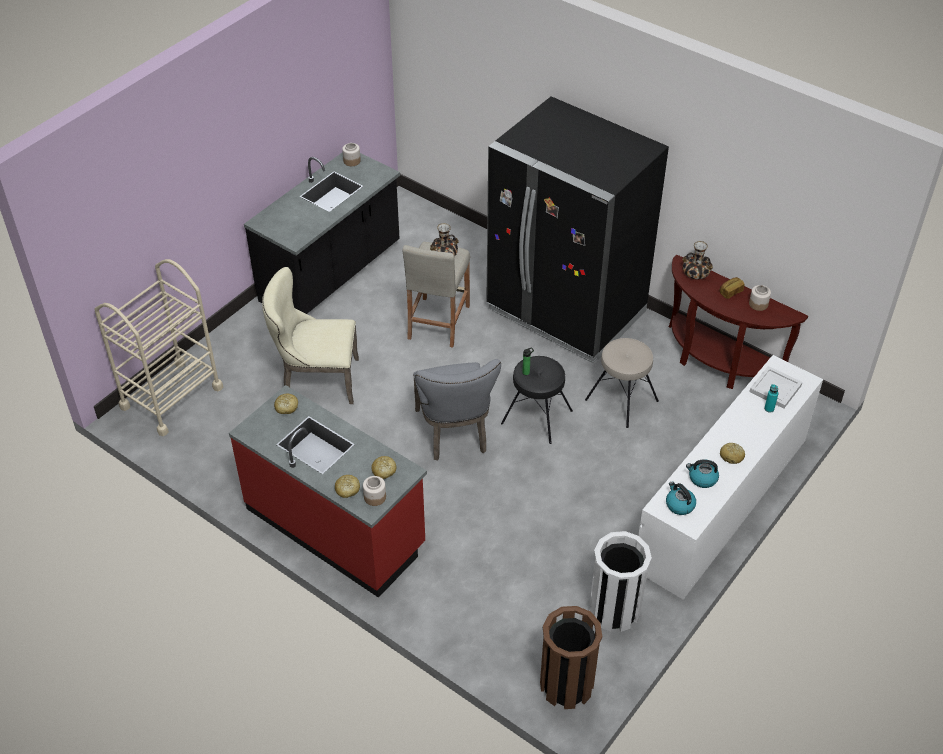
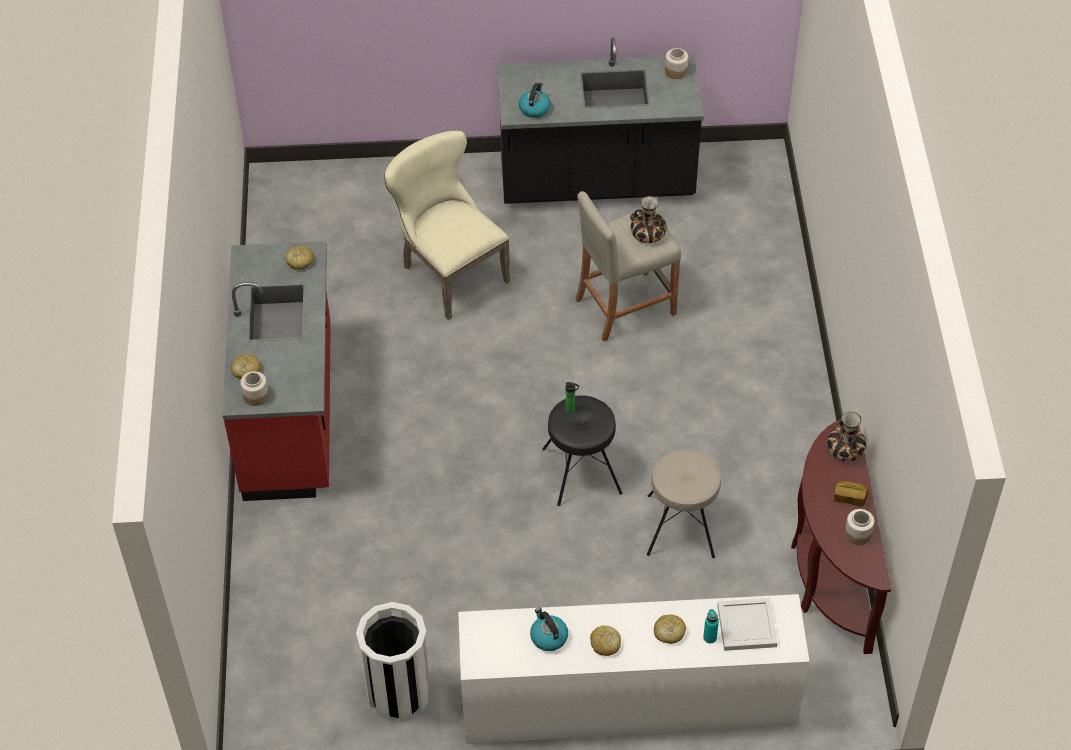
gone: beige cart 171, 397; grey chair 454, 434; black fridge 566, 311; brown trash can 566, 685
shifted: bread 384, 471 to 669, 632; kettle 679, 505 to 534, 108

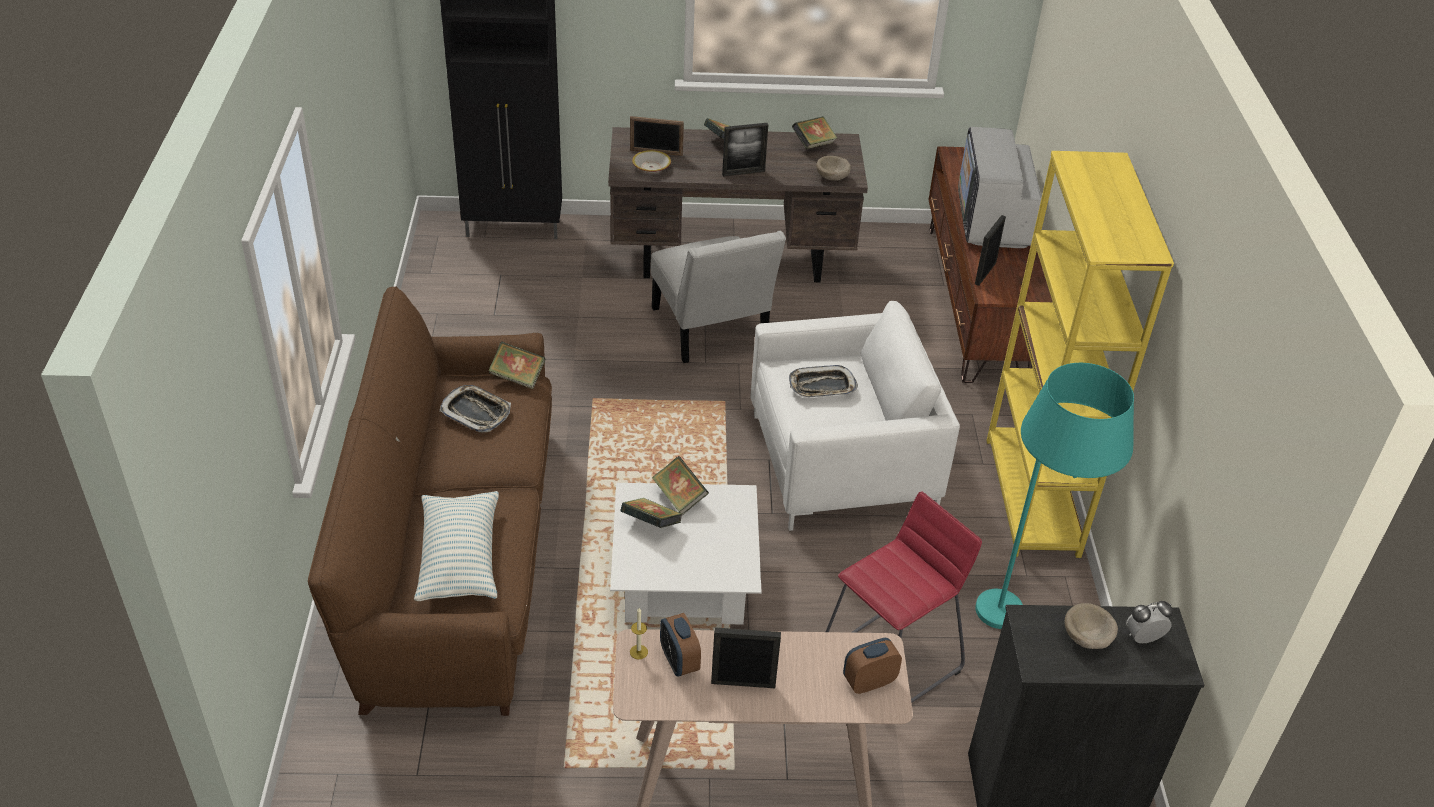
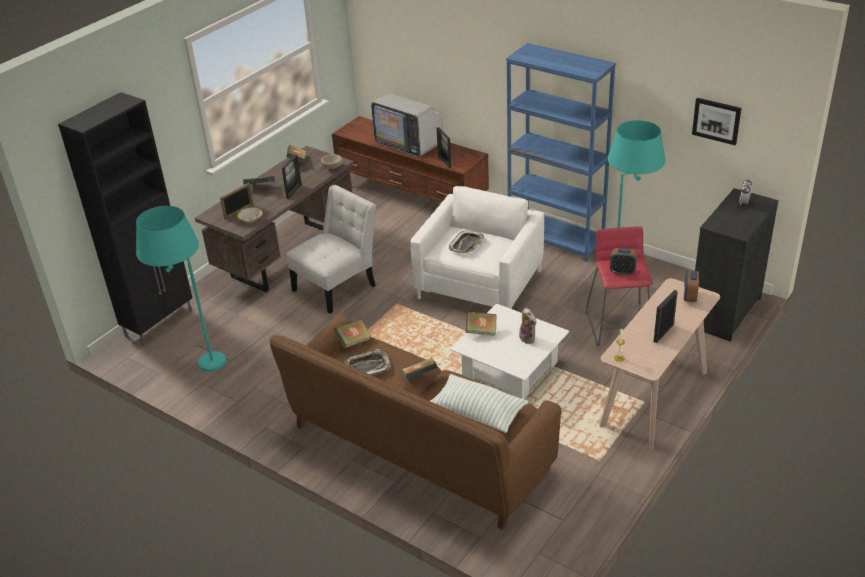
gone: beige bowl 1086, 639
new: turquoise floor lamp 197, 367; plush toy 528, 338; picture 716, 120
shifted: book 651, 524 to 420, 377; alarm clock 679, 661 to 622, 271
repainted: yellow bookcase 1032, 497 to blue bookcase 556, 239
rotated: white chair 711, 331 = 338, 286 60 degrees counterclockwise

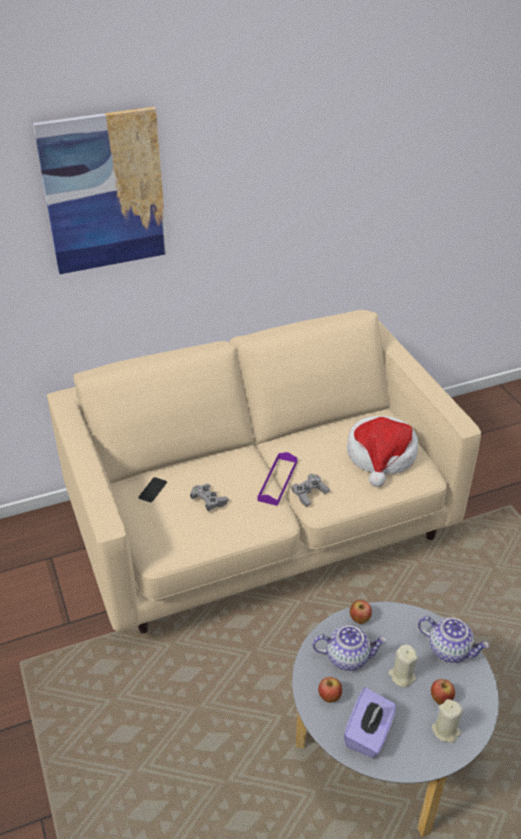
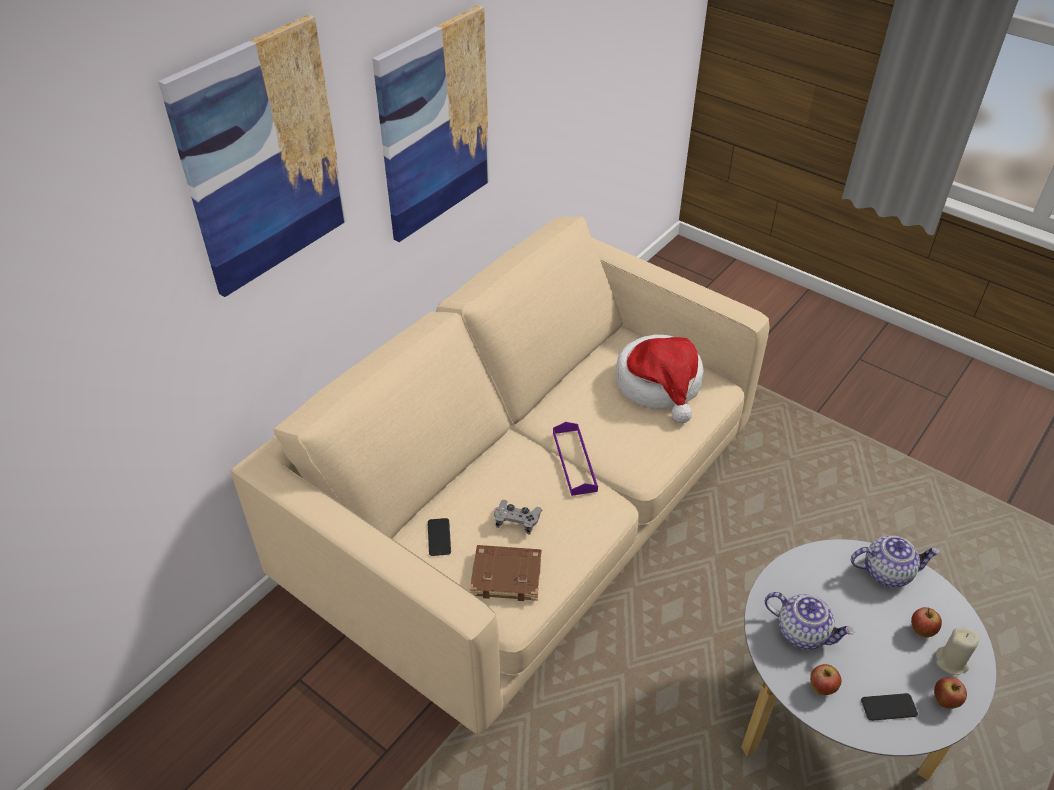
gone: grey game controller 309, 494; beige candle 402, 676
new: picture 434, 125; brown book 507, 575
shifted: apple 359, 619 to 945, 701
swapped: purple tissue box 368, 734 to phone 888, 707
rotated: teapot 347, 657 = 803, 632 60 degrees clockwise

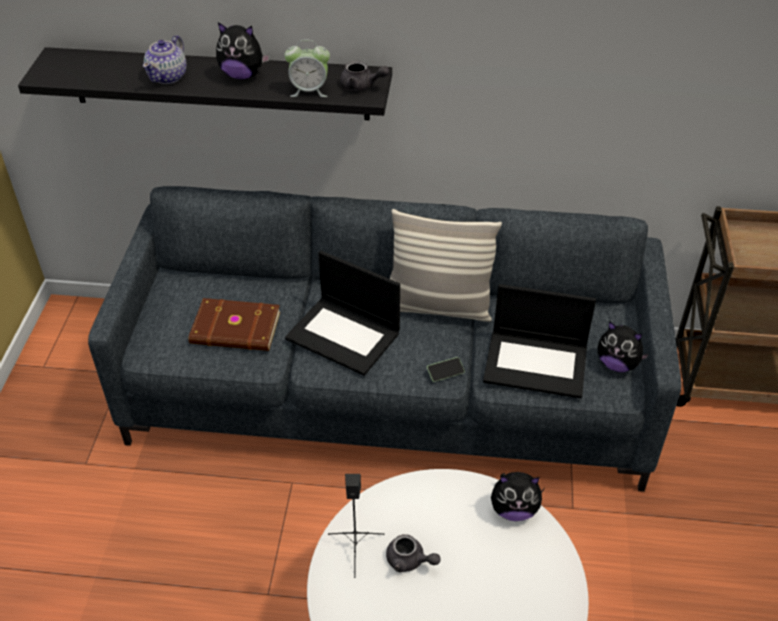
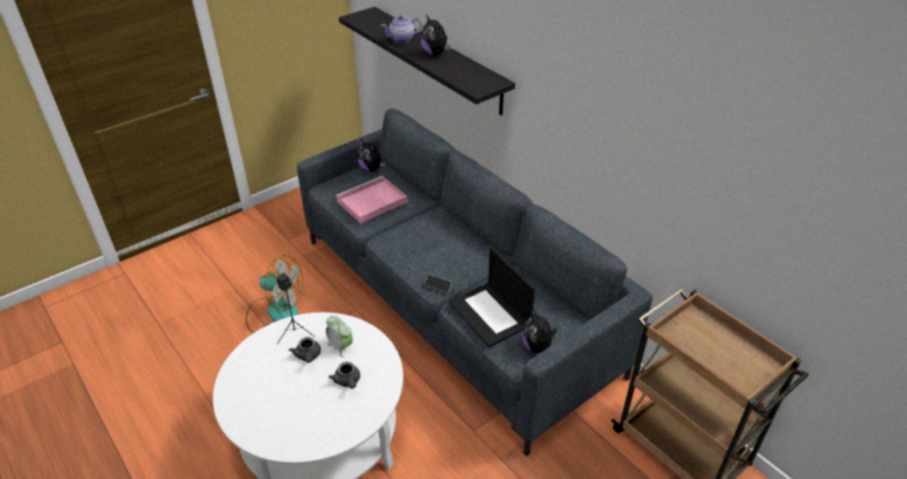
gone: laptop 344, 335; pillow 438, 307
new: fan 275, 312
shifted: alarm clock 309, 91 to 340, 346; grey teapot 361, 86 to 348, 382; plush toy 514, 509 to 371, 169
swapped: brown book 236, 329 to pink tray 371, 202

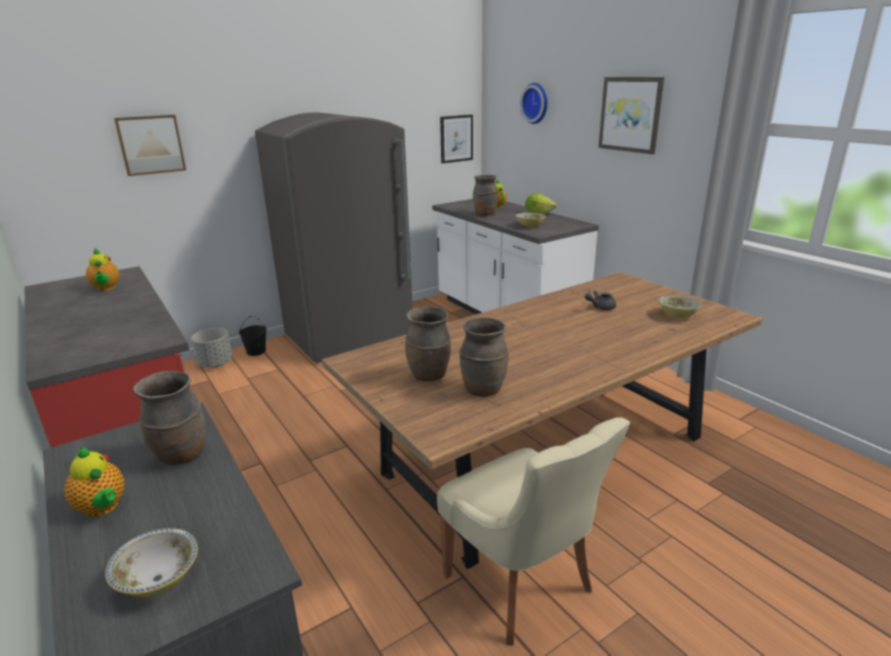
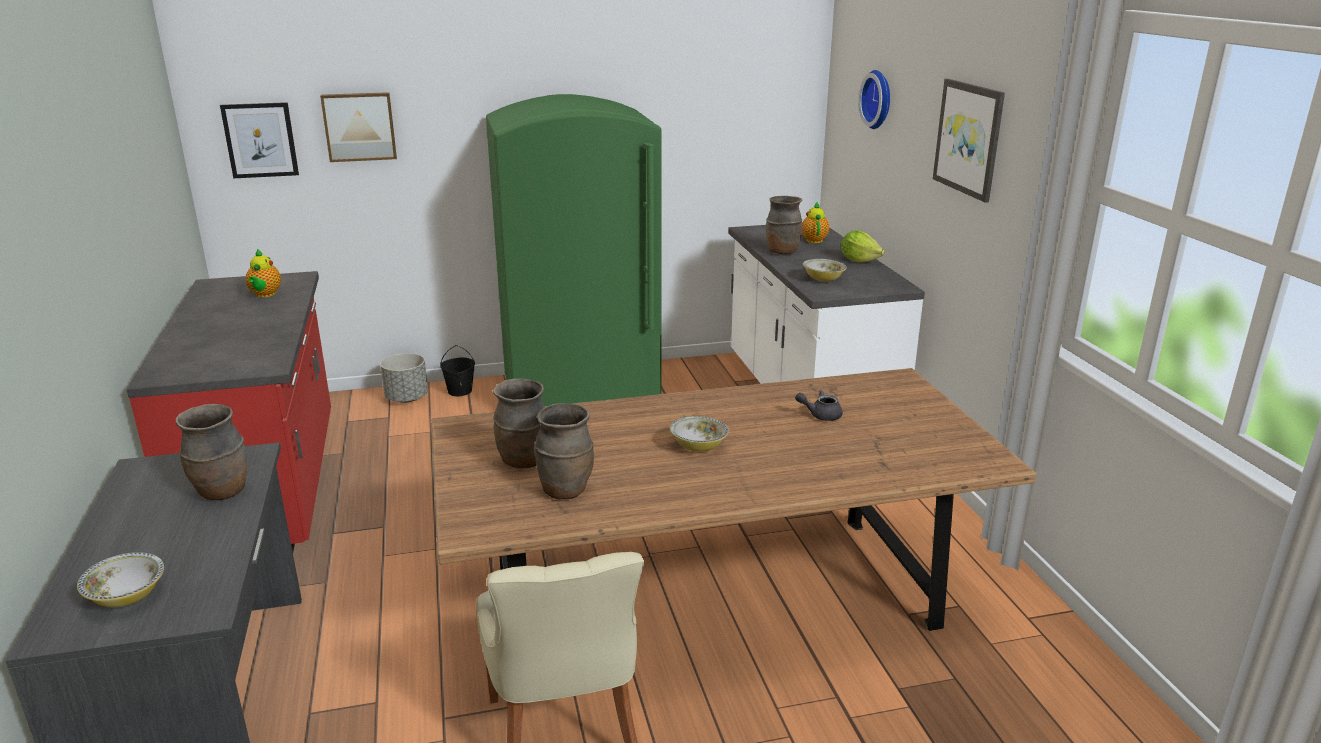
gone: teapot 103, 508
shifted: picture 456, 138 to 260, 140; bowl 677, 315 to 698, 446
repainted: grey fridge 350, 336 to green fridge 582, 392

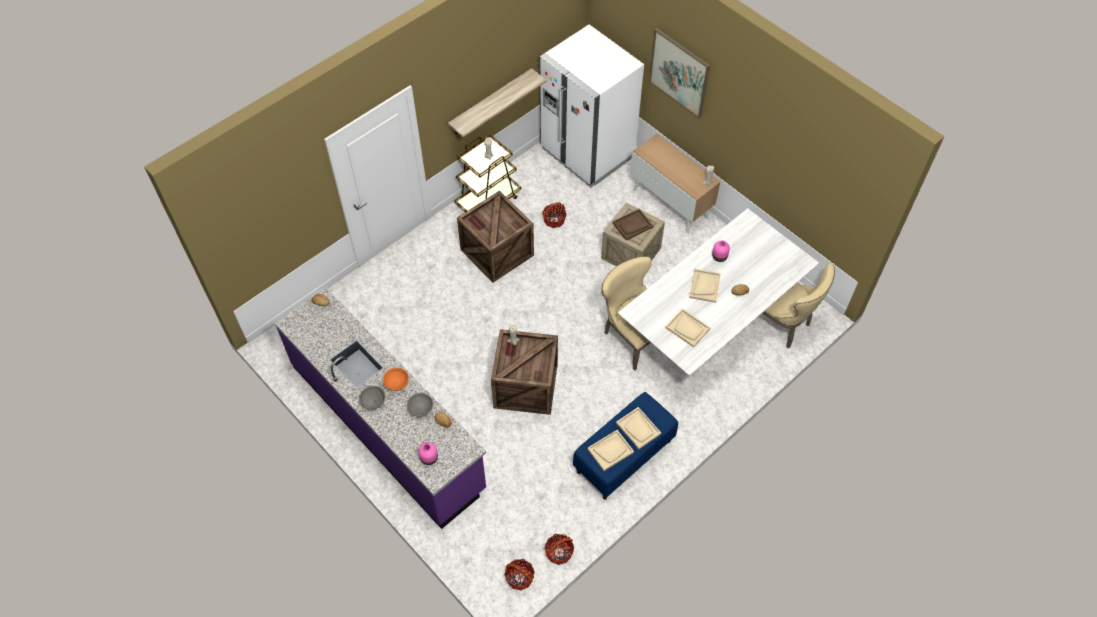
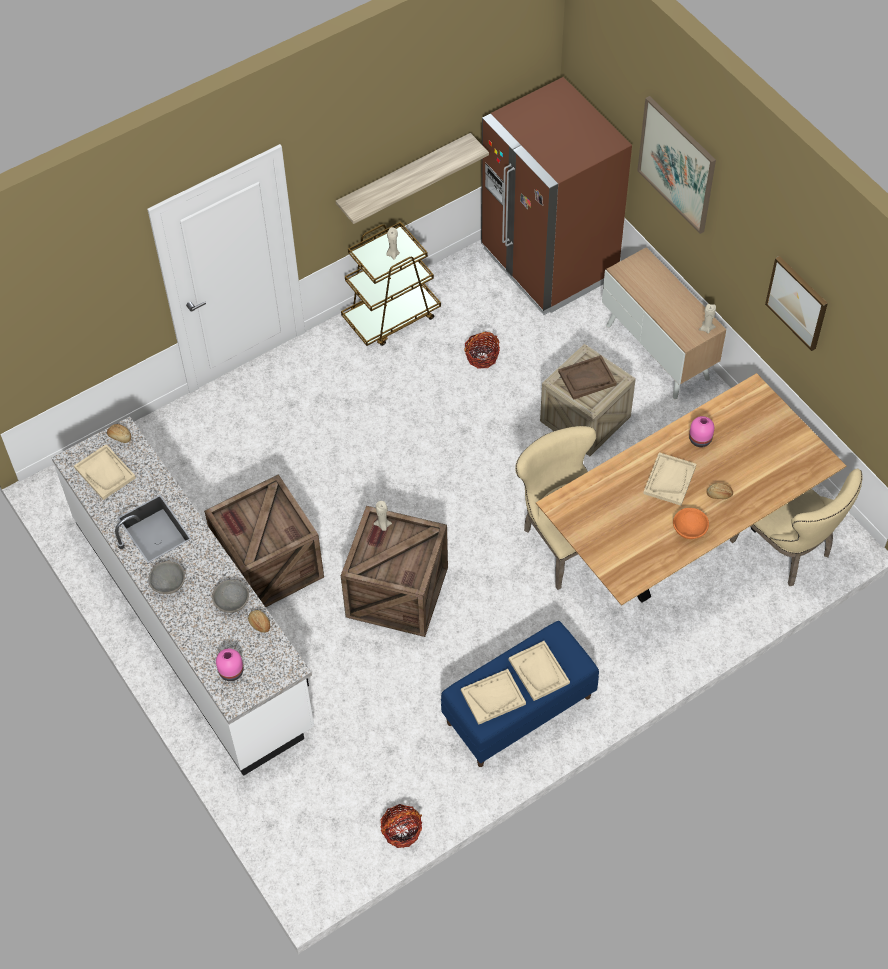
gone: basket 519, 577
new: picture 797, 302
shifted: orange bowl 397, 383 to 690, 529; crate 496, 252 to 267, 565; beige tray 687, 328 to 105, 473
repainted: purple counter 387, 426 to white counter 193, 623; white fridge 587, 153 to brown fridge 549, 263; white dining table 710, 327 to brown dining table 681, 540

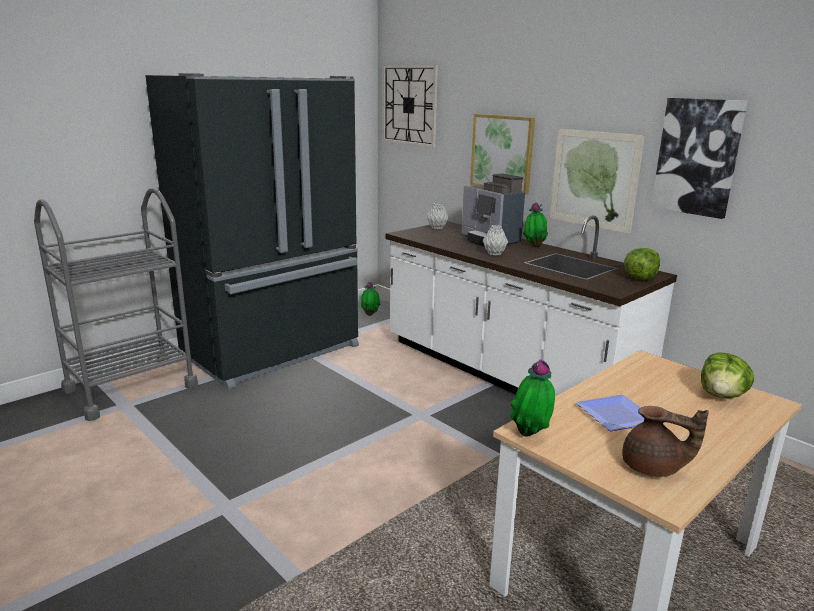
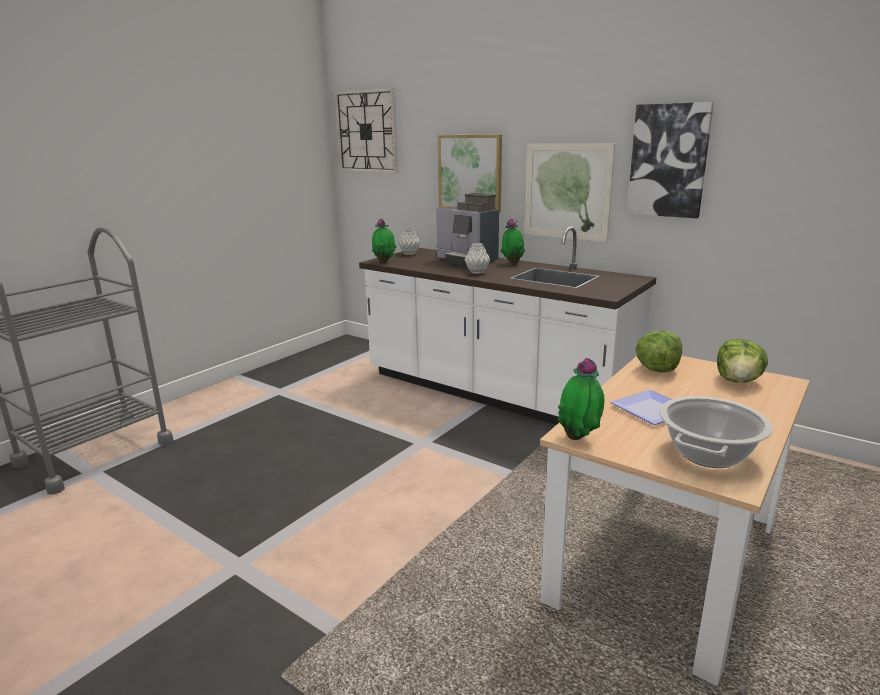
gone: black fridge 274, 352
shifted: potted plant 370, 314 to 384, 261; lettuce 639, 278 to 657, 369
swapped: brown teapot 653, 468 to cooking pot 709, 454

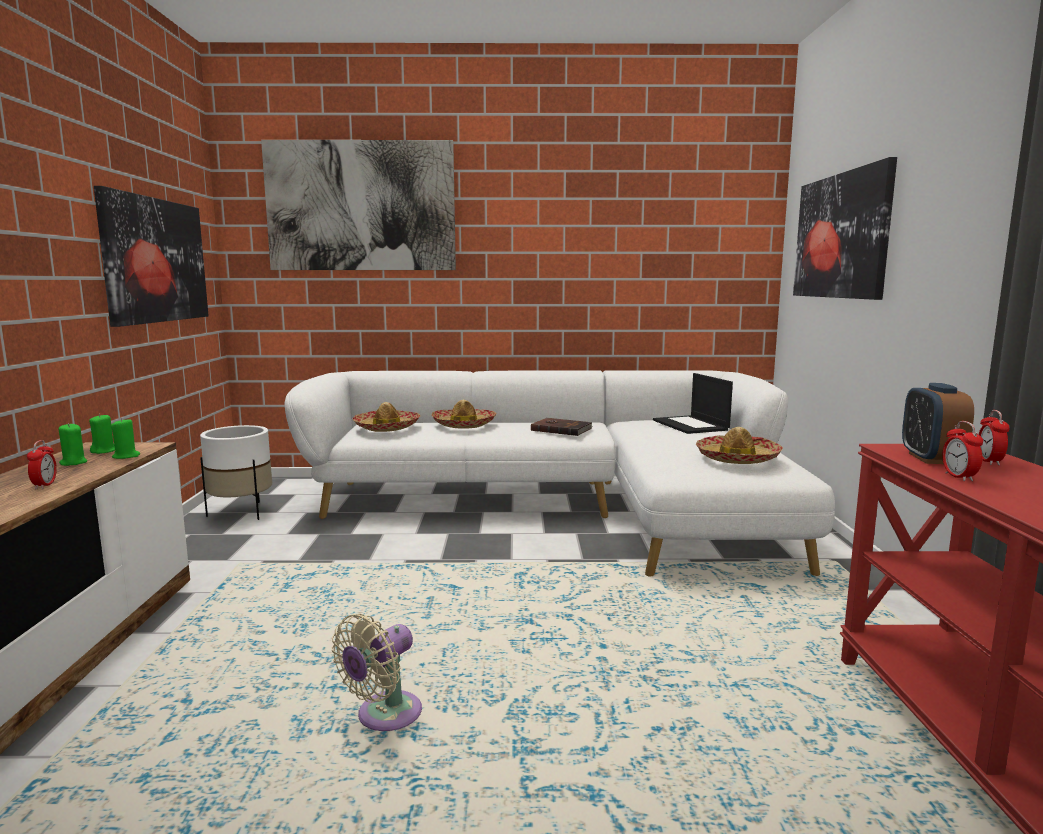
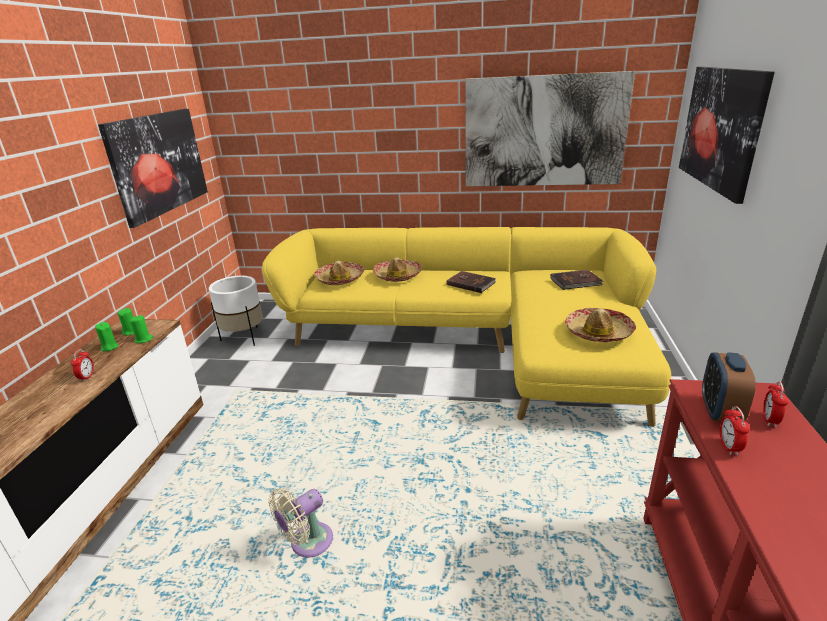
shifted: picture 361, 206 to 544, 131
swapped: laptop 691, 425 to brown book 576, 282
repainted: white sofa 568, 508 to yellow sofa 476, 340

